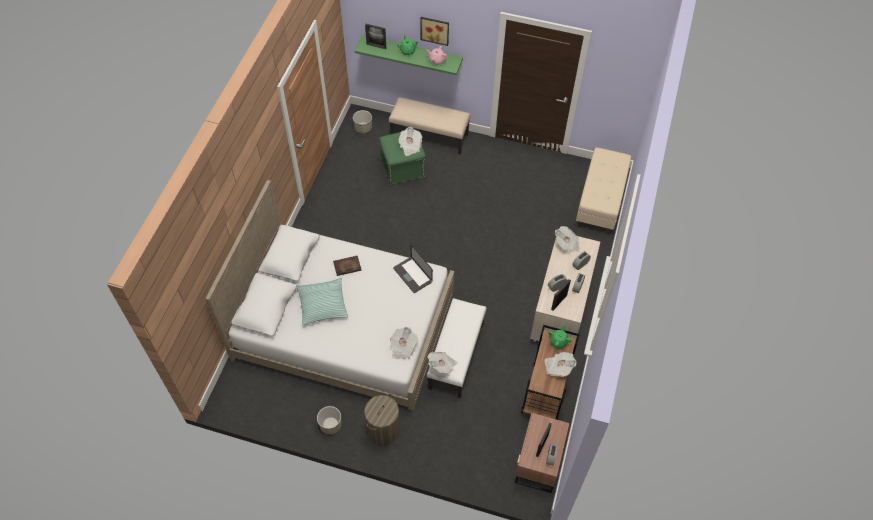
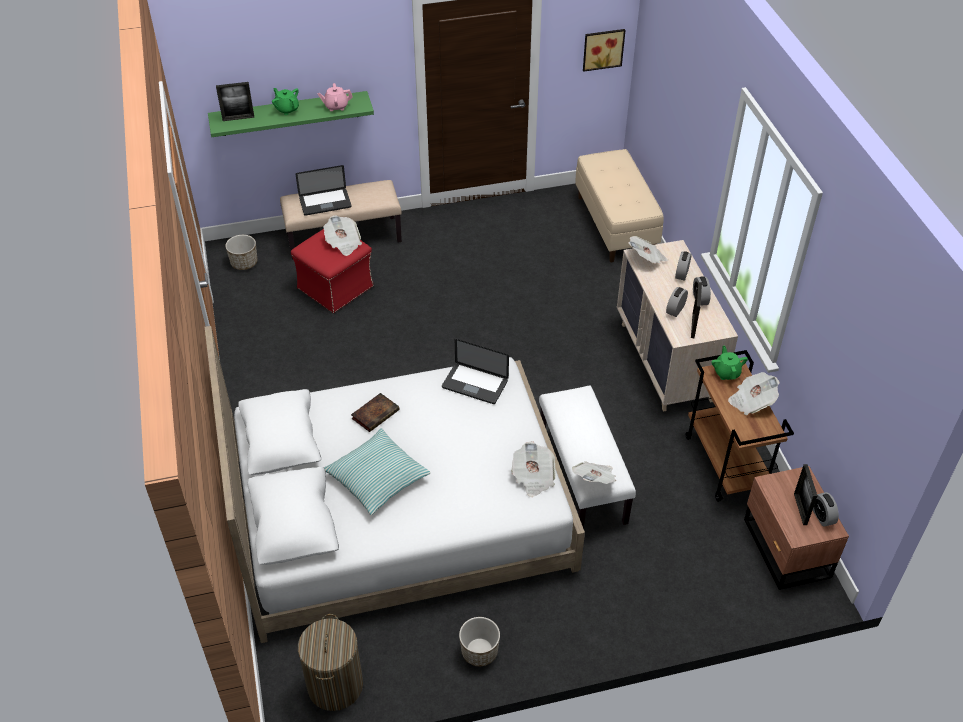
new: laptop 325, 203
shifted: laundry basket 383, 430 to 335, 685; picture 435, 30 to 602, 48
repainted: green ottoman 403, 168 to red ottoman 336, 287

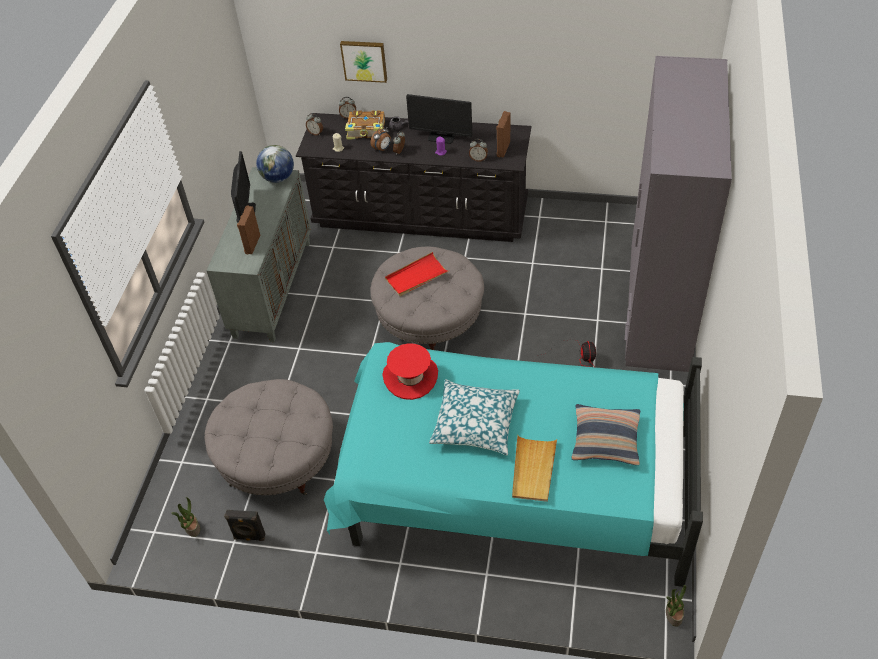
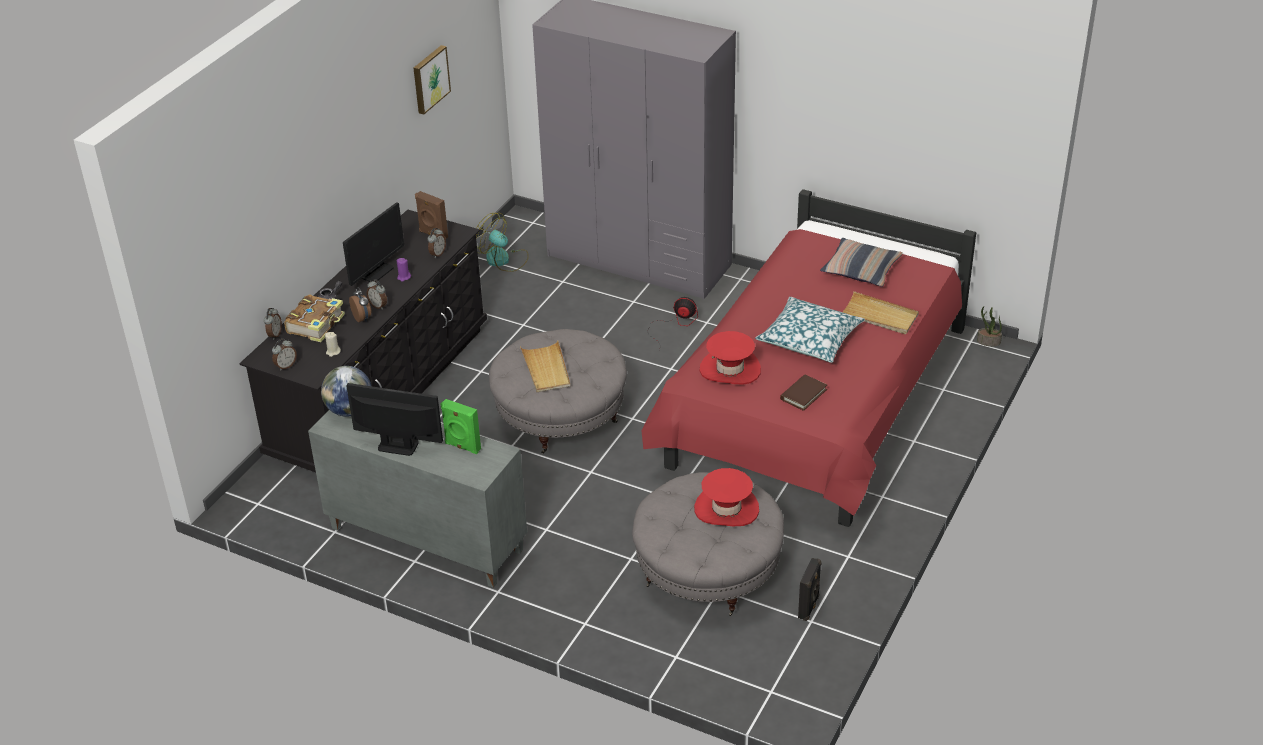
gone: potted plant 191, 527
new: fan 503, 260; red hat 726, 509; brown book 803, 394
shifted: picture 364, 60 to 429, 79
repainted: brown speaker 252, 244 to green speaker 462, 447; turquoise bed 511, 483 to red bed 815, 403; red tray 416, 276 to beige tray 546, 369

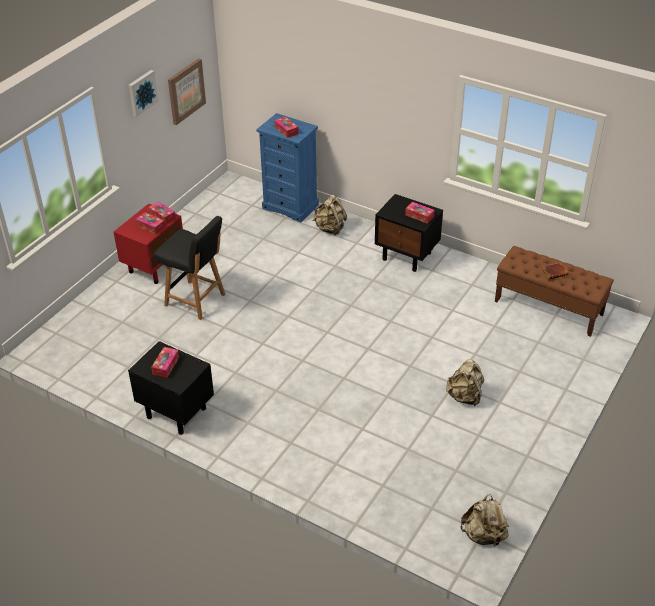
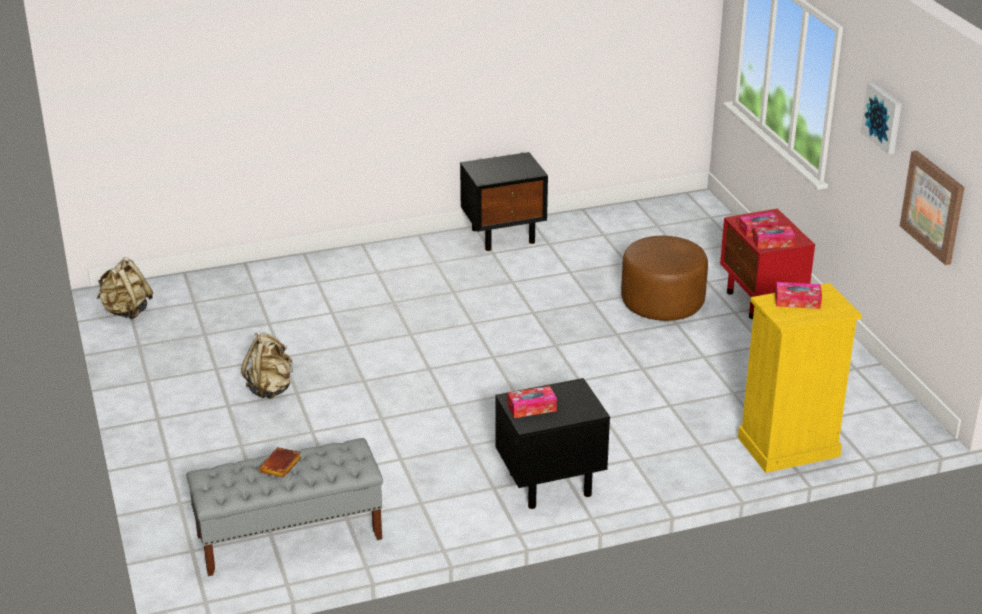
gone: tissue box 166, 365; beige backpack 330, 228
swapped: black chair 196, 300 to brown ottoman 662, 303
repainted: blue dresser 290, 206 to yellow dresser 788, 447; brown bench 549, 308 to grey bench 289, 537

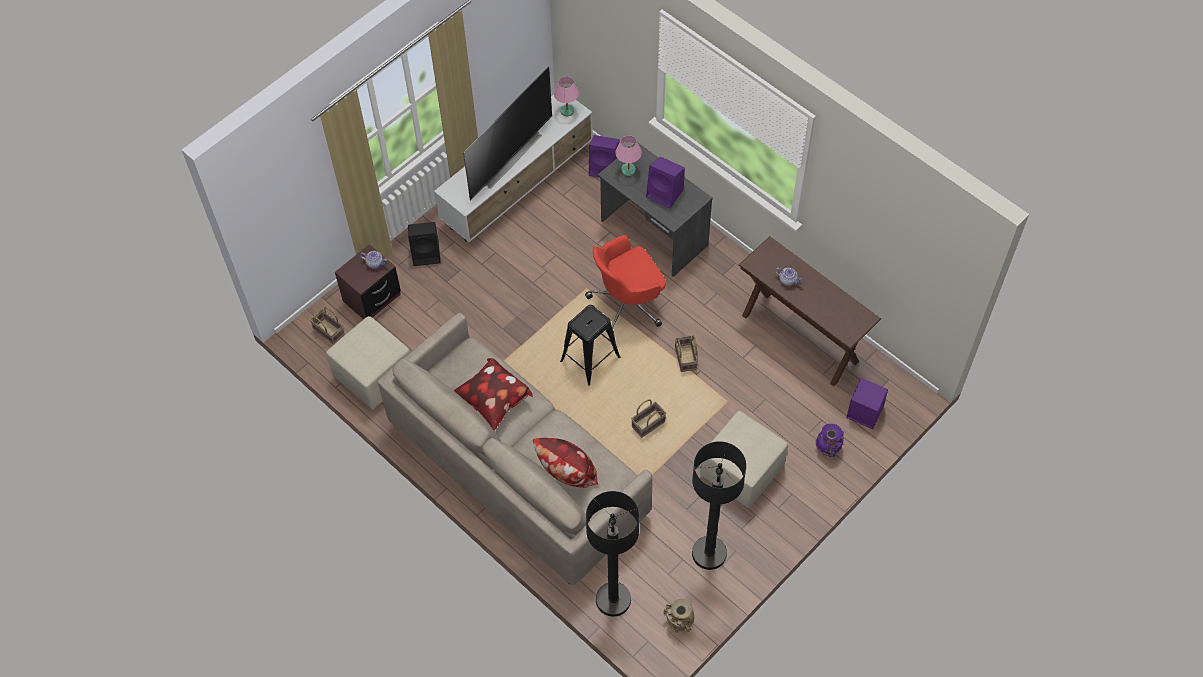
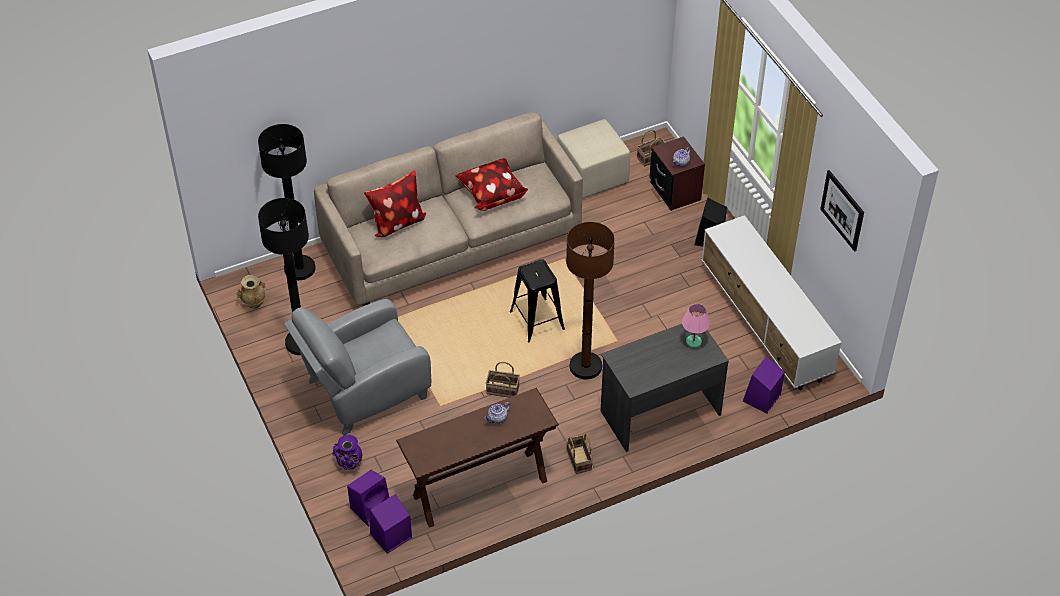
gone: television 507, 156; pink table lamp 566, 111
new: picture 842, 210
shifted: basket 648, 425 to 578, 459; purple speaker 665, 193 to 390, 536
swapped: red office chair 628, 303 to brown floor lamp 585, 366; beige ottoman 741, 472 to grey armchair 363, 391

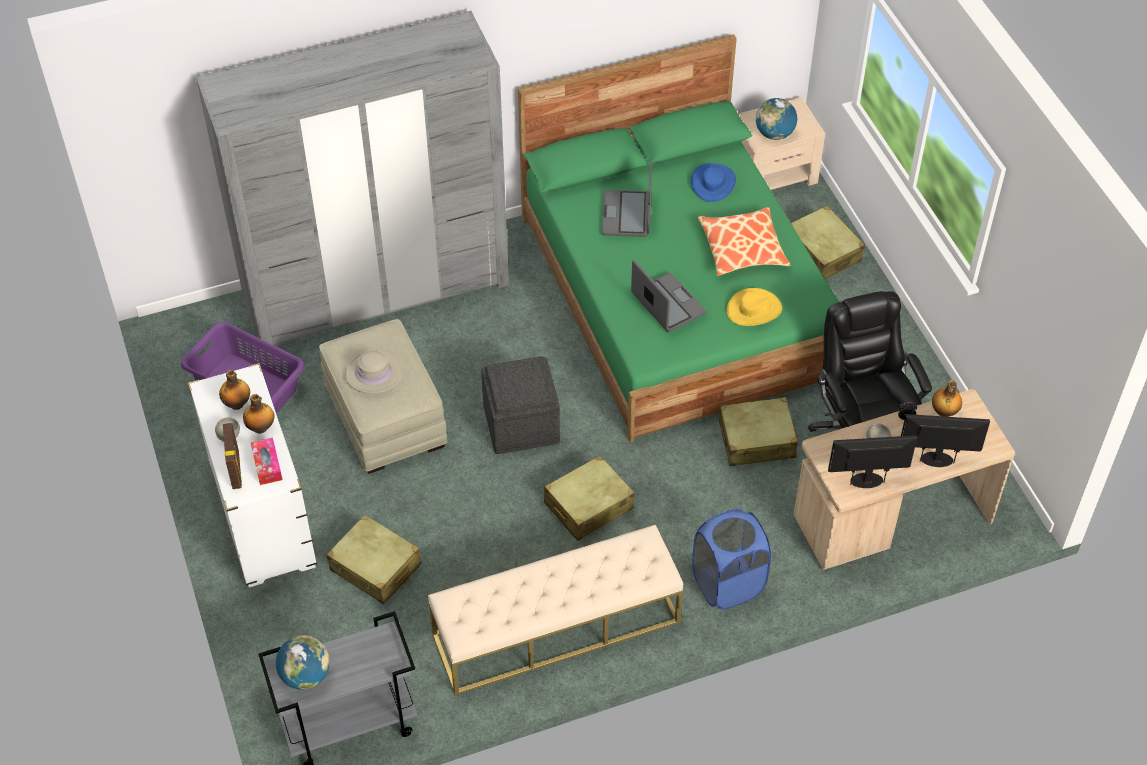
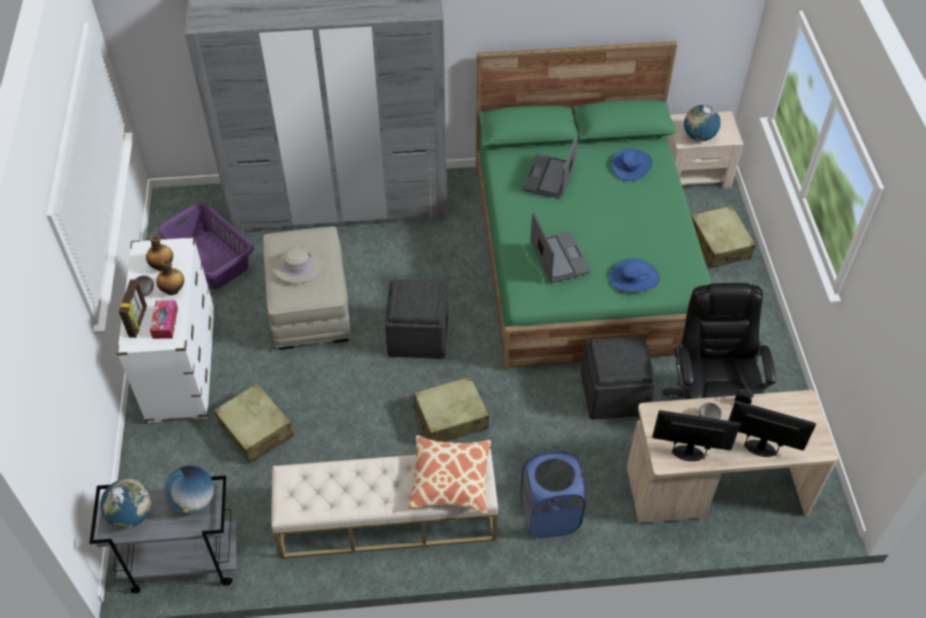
gone: bottle 943, 412
new: globe 193, 501
shifted: pillow 742, 249 to 450, 479
swapped: beige suitcase 757, 440 to grey ottoman 614, 393
repainted: yellow hat 754, 309 to blue hat 634, 278

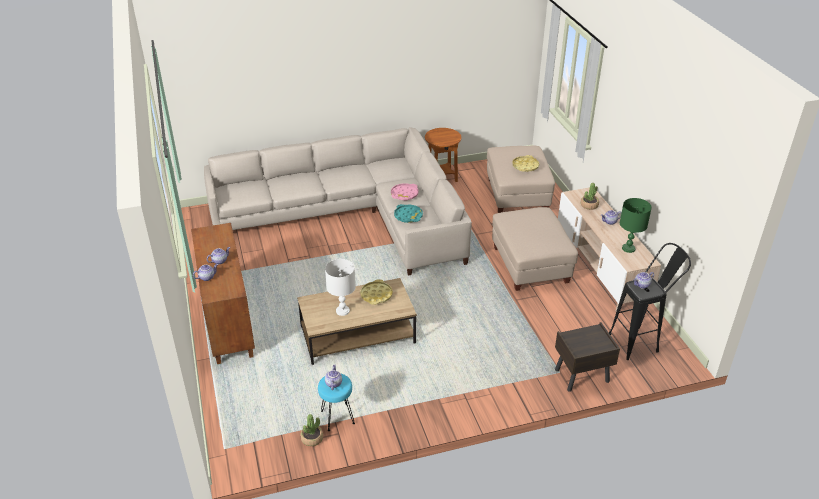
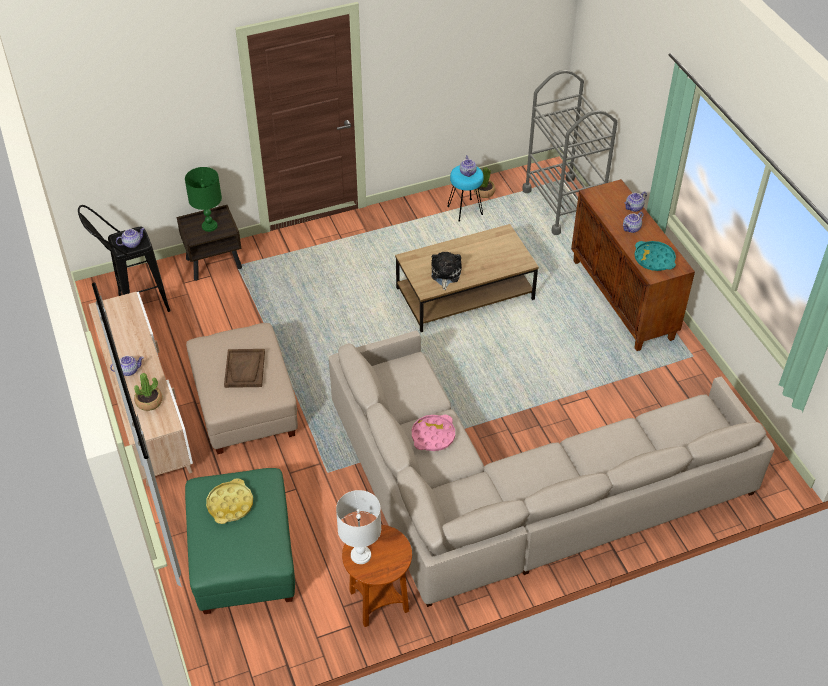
new: brown tray 245, 369; grey cart 563, 205
shifted: white table lamp 342, 311 to 361, 555; turquoise tray 408, 216 to 654, 259; green table lamp 628, 248 to 210, 226
swapped: yellow tray 376, 295 to plush toy 445, 274
repainted: beige ottoman 516, 195 to green ottoman 245, 560

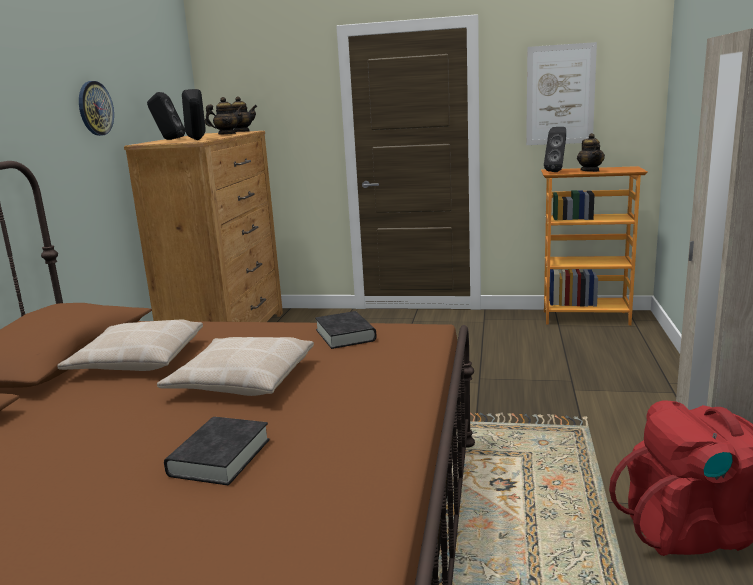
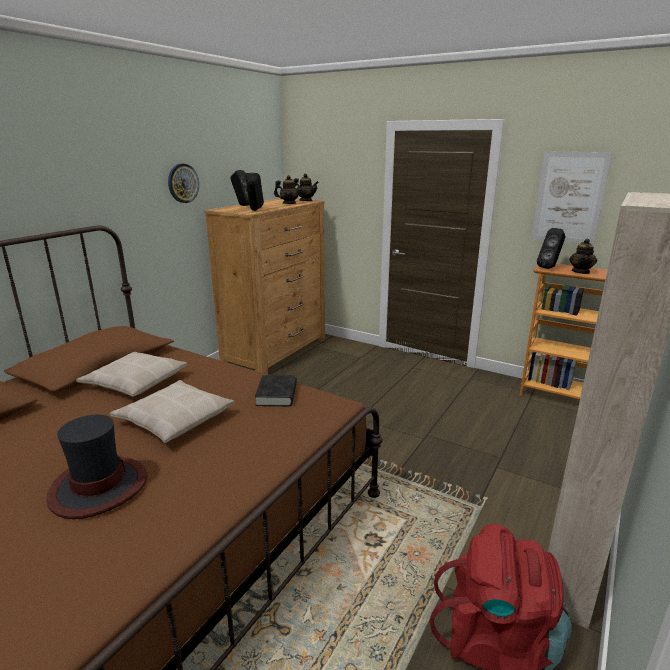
swapped: black book 220, 457 to hat 98, 487

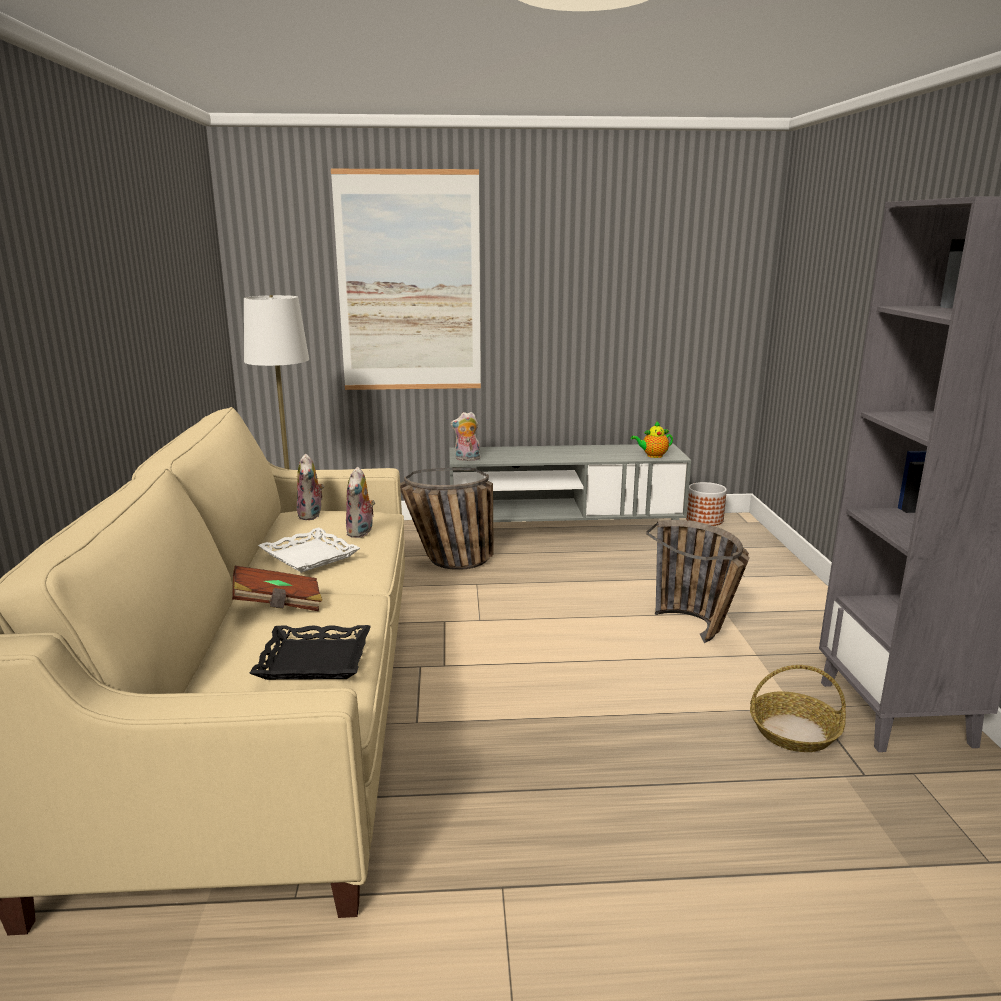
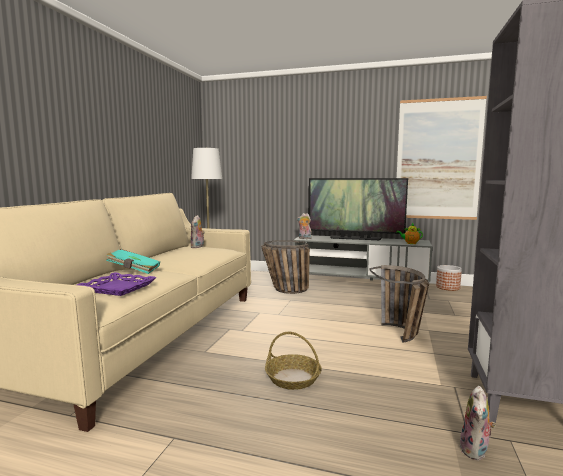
gone: white tray 309, 556
new: television 355, 238
shifted: picture 409, 283 to 438, 159; plush toy 361, 532 to 476, 451; basket 794, 731 to 293, 378
repainted: brown book 278, 605 to turquoise book 134, 270; black tray 314, 660 to purple tray 117, 288

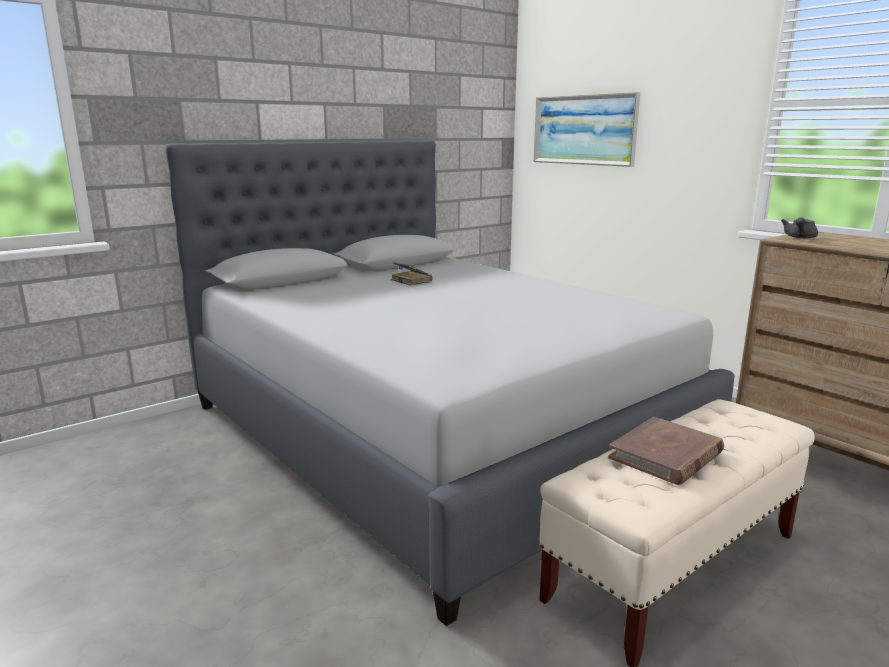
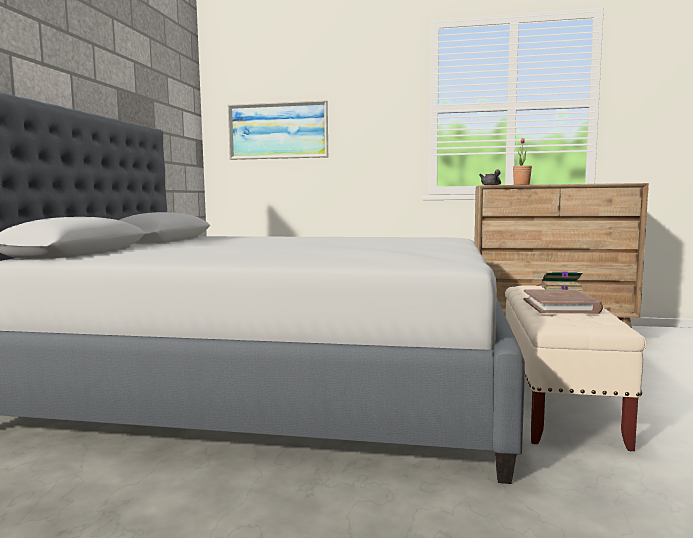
new: potted plant 521, 184
shifted: book 410, 280 to 560, 289

